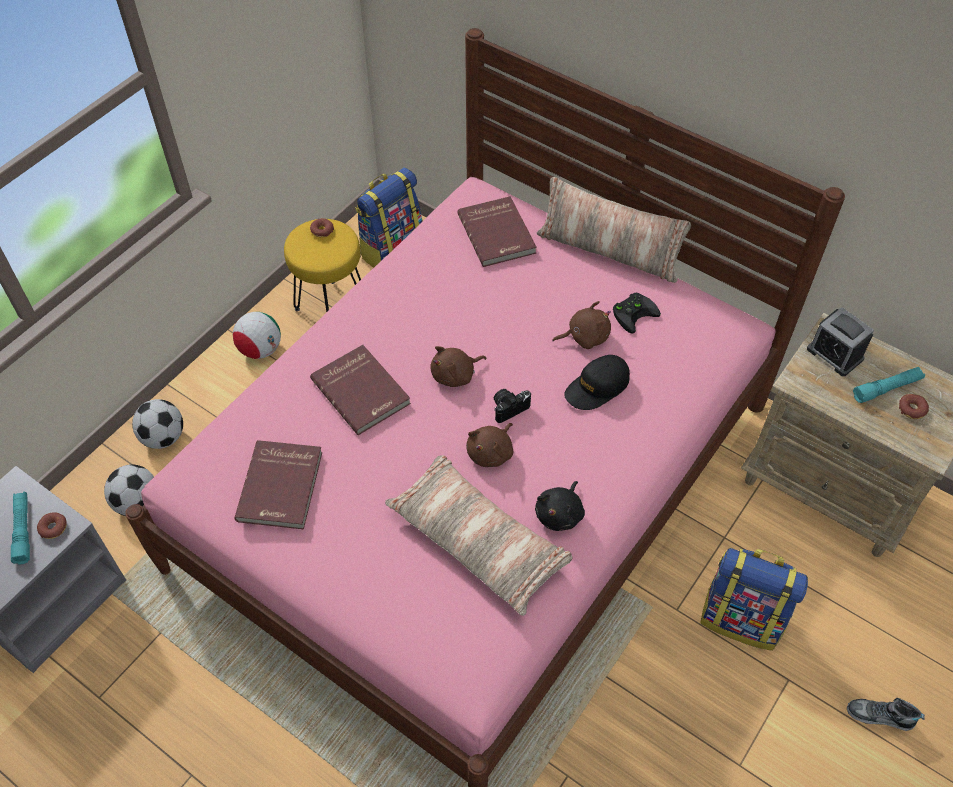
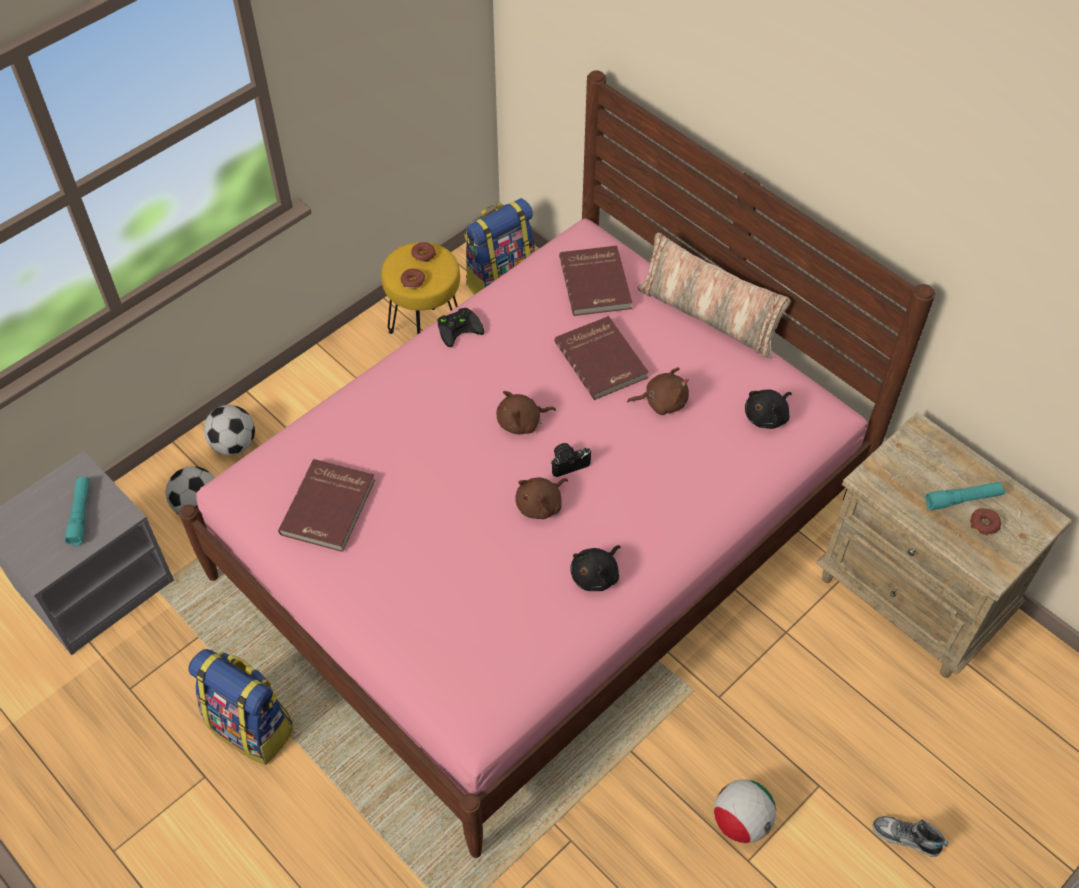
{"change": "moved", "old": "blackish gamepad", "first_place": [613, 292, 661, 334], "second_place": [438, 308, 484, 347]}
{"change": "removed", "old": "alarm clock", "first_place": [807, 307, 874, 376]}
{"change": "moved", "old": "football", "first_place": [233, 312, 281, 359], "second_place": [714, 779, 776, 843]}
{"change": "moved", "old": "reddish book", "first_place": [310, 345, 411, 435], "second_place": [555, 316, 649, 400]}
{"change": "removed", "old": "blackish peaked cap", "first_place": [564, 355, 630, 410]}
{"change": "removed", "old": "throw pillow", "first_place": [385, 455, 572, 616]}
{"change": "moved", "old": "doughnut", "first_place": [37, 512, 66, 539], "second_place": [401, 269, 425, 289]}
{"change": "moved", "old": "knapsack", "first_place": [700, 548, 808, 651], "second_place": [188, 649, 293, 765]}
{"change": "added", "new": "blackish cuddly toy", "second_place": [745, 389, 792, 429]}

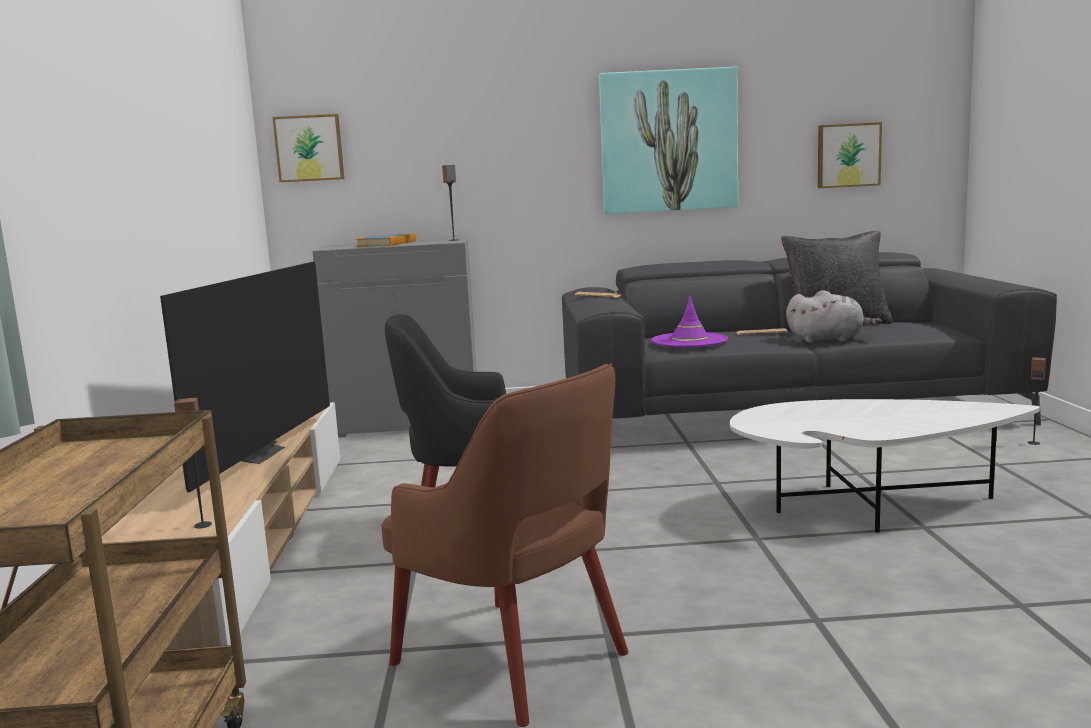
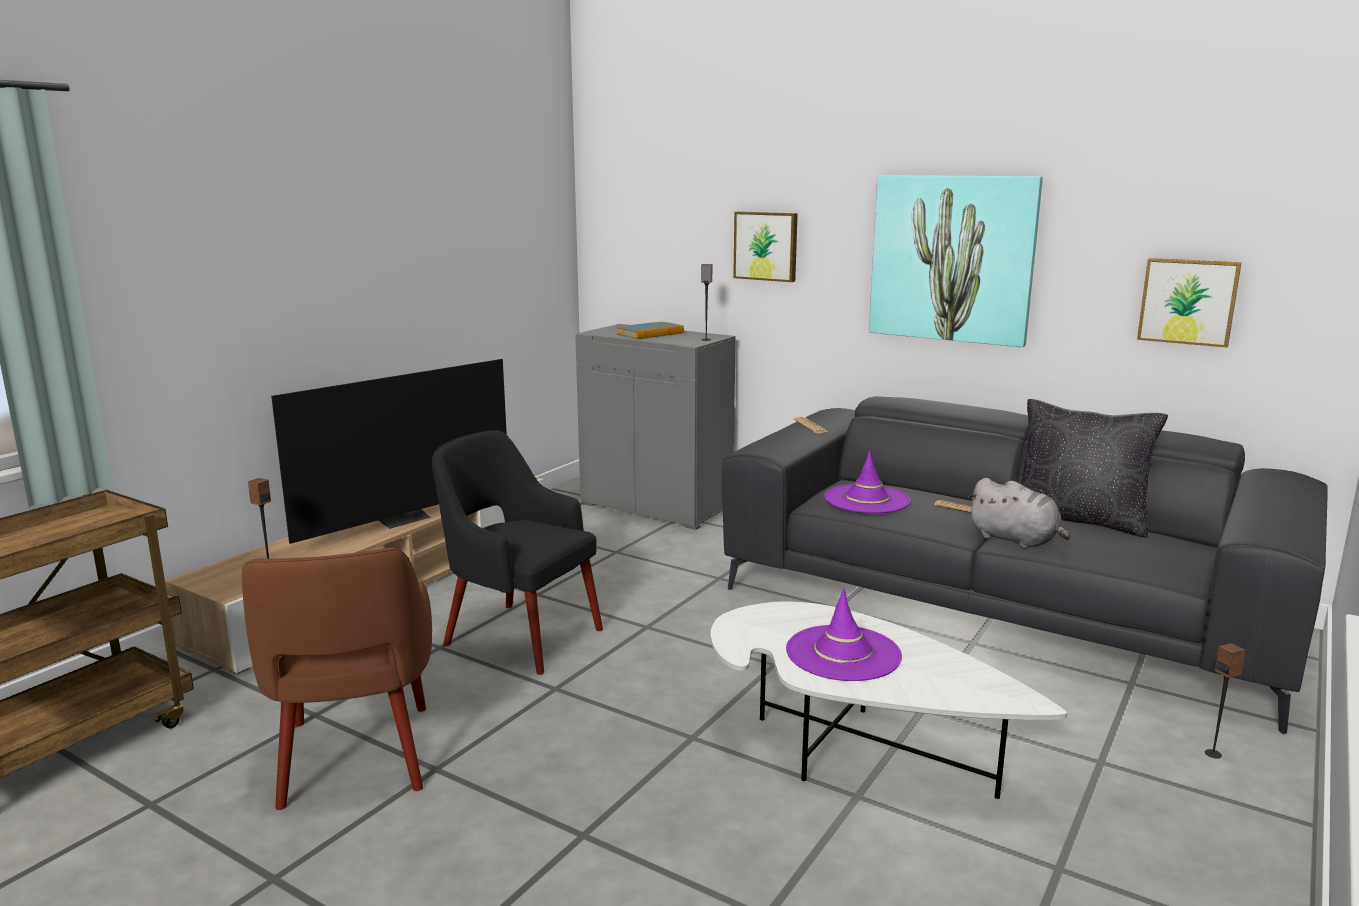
{"change": "moved", "old": "picture", "first_place": [272, 114, 344, 182], "second_place": [733, 211, 798, 282]}
{"change": "added", "new": "purplish hat", "second_place": [786, 588, 902, 681]}

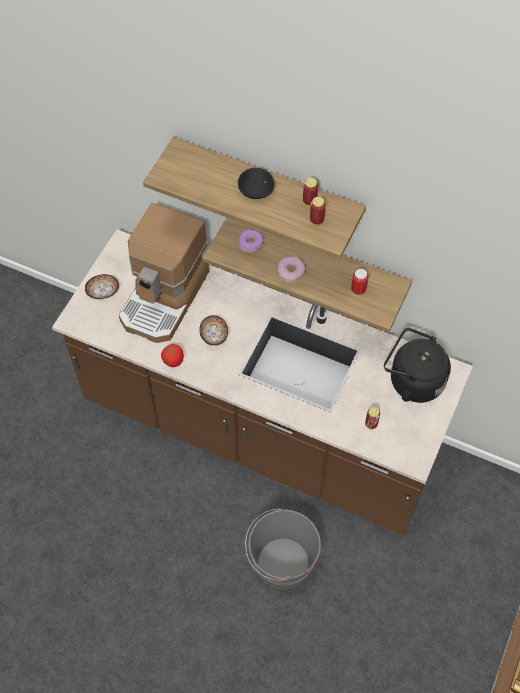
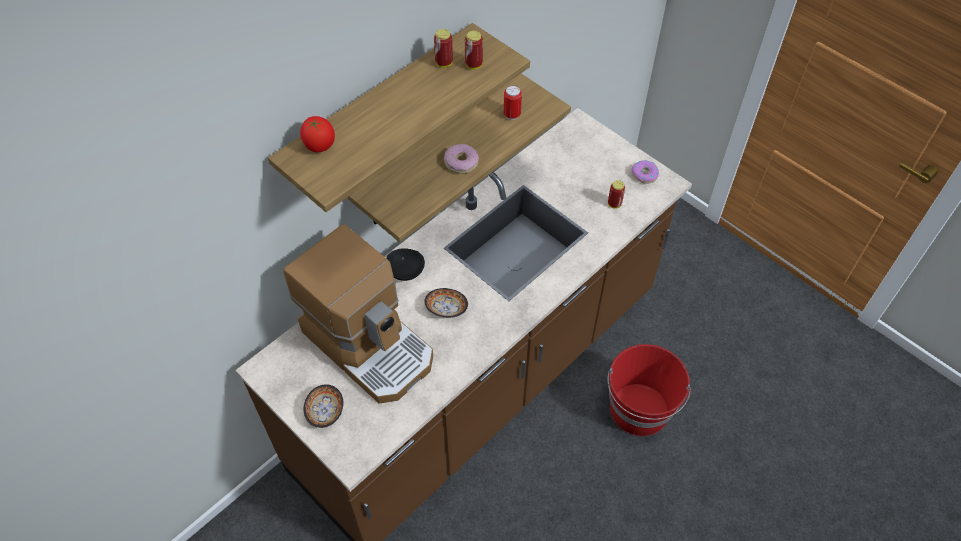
{"change": "moved", "old": "blackish bowl", "first_place": [238, 168, 274, 199], "second_place": [386, 248, 425, 281]}
{"change": "moved", "old": "doughnut", "first_place": [238, 229, 264, 252], "second_place": [631, 160, 659, 184]}
{"change": "removed", "old": "blackish kettle", "first_place": [384, 328, 451, 403]}
{"change": "moved", "old": "whole tomato", "first_place": [161, 344, 184, 367], "second_place": [300, 116, 335, 152]}
{"change": "recoloured", "old": "grey bucket", "new": "reddish bucket", "first_place": [245, 508, 321, 589], "second_place": [607, 344, 691, 436]}

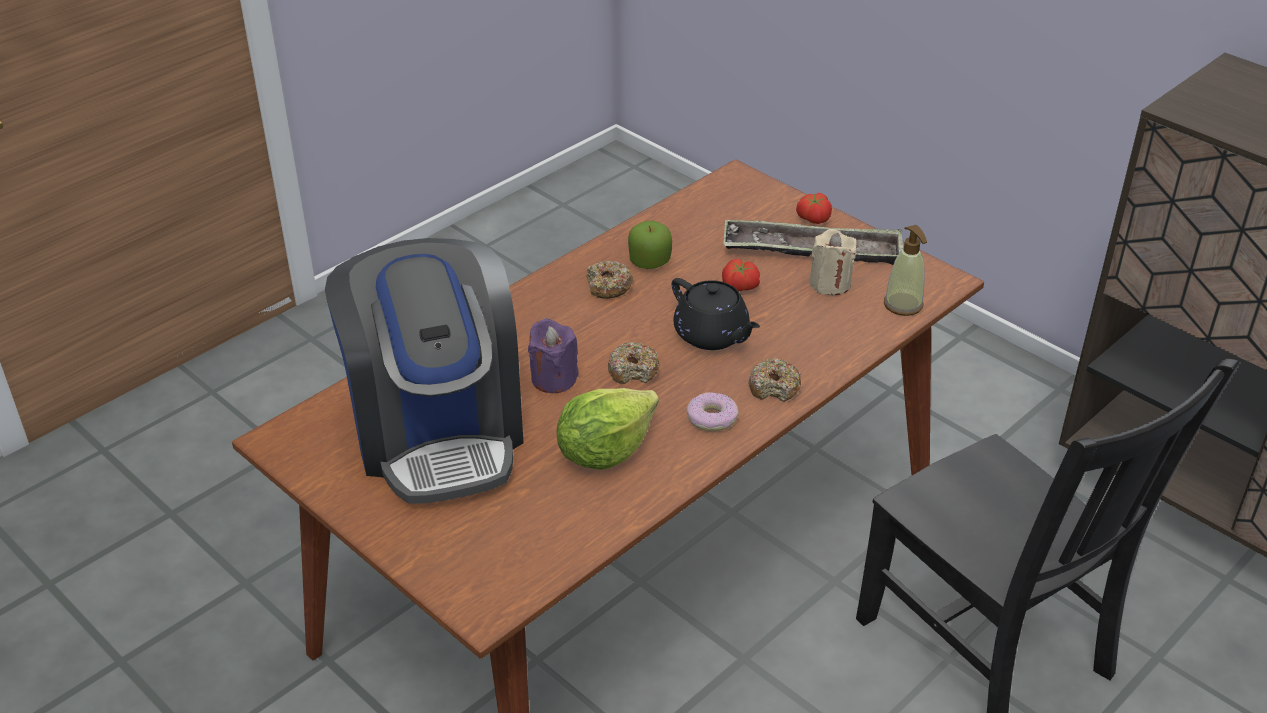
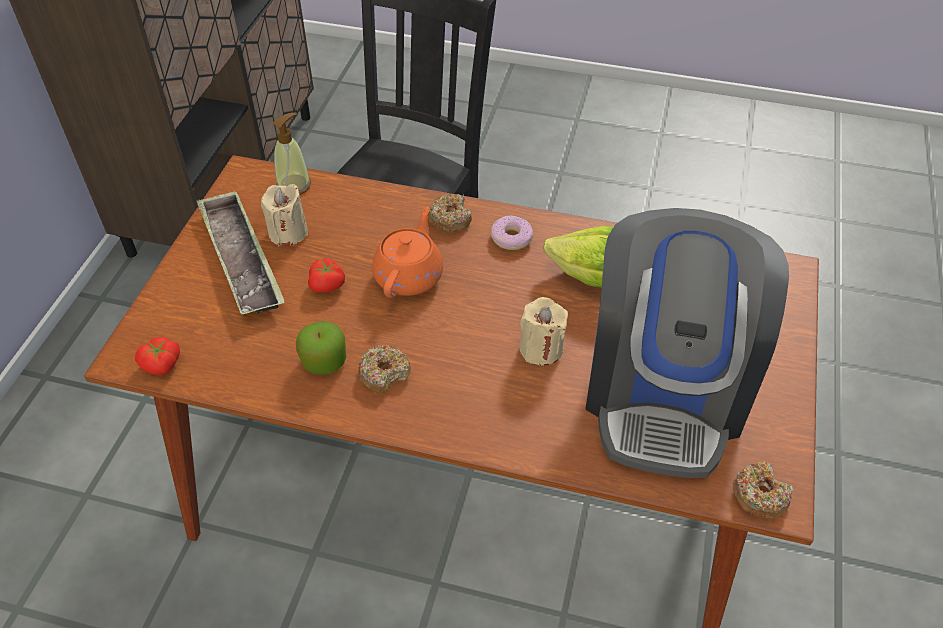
{"change": "moved", "old": "whole tomato", "first_place": [796, 193, 832, 224], "second_place": [135, 337, 180, 375]}
{"change": "turned", "old": "coffee machine", "first_place": [325, 238, 523, 504], "second_place": [585, 208, 789, 478], "degrees": 150}
{"change": "recoloured", "old": "blackish pot for tea", "new": "orangey pot for tea", "first_place": [672, 278, 760, 350], "second_place": [372, 206, 443, 298]}
{"change": "recoloured", "old": "purplish wax light", "new": "sand-coloured wax light", "first_place": [528, 318, 578, 393], "second_place": [519, 297, 568, 366]}
{"change": "moved", "old": "doughnut", "first_place": [608, 342, 659, 384], "second_place": [732, 461, 794, 519]}

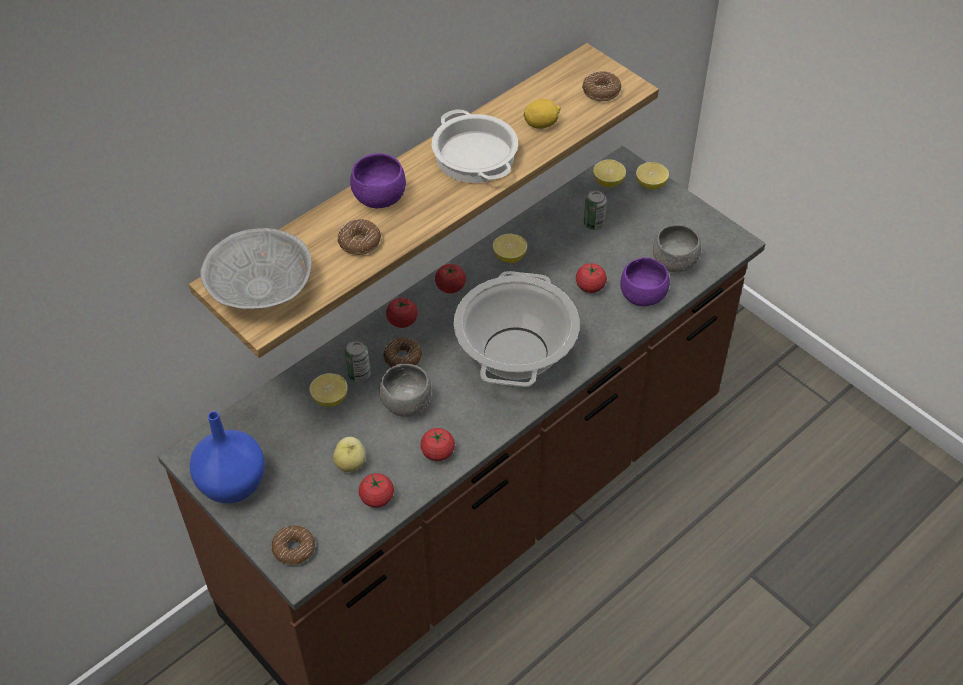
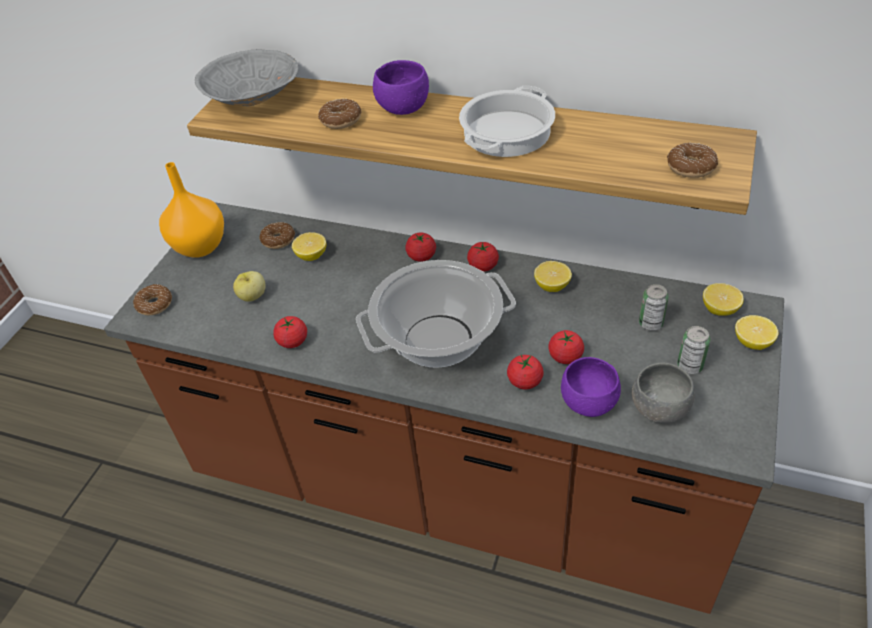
{"change": "removed", "old": "whole lemon", "first_place": [523, 99, 561, 129]}
{"change": "moved", "old": "doughnut", "first_place": [383, 337, 422, 367], "second_place": [259, 222, 295, 249]}
{"change": "moved", "old": "can", "first_place": [345, 340, 371, 382], "second_place": [677, 326, 710, 374]}
{"change": "removed", "old": "grey bowl", "first_place": [379, 364, 432, 417]}
{"change": "recoloured", "old": "blue decorative vase", "new": "orangey decorative vase", "first_place": [190, 411, 265, 503], "second_place": [159, 162, 224, 258]}
{"change": "moved", "old": "whole tomato", "first_place": [359, 473, 394, 508], "second_place": [507, 355, 544, 390]}

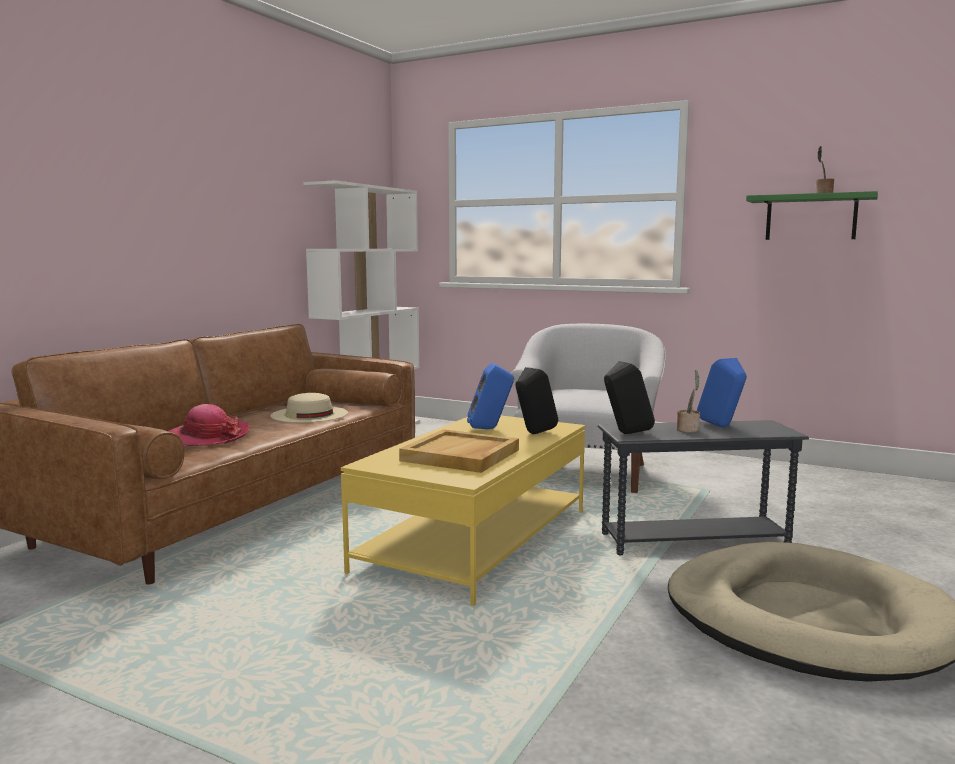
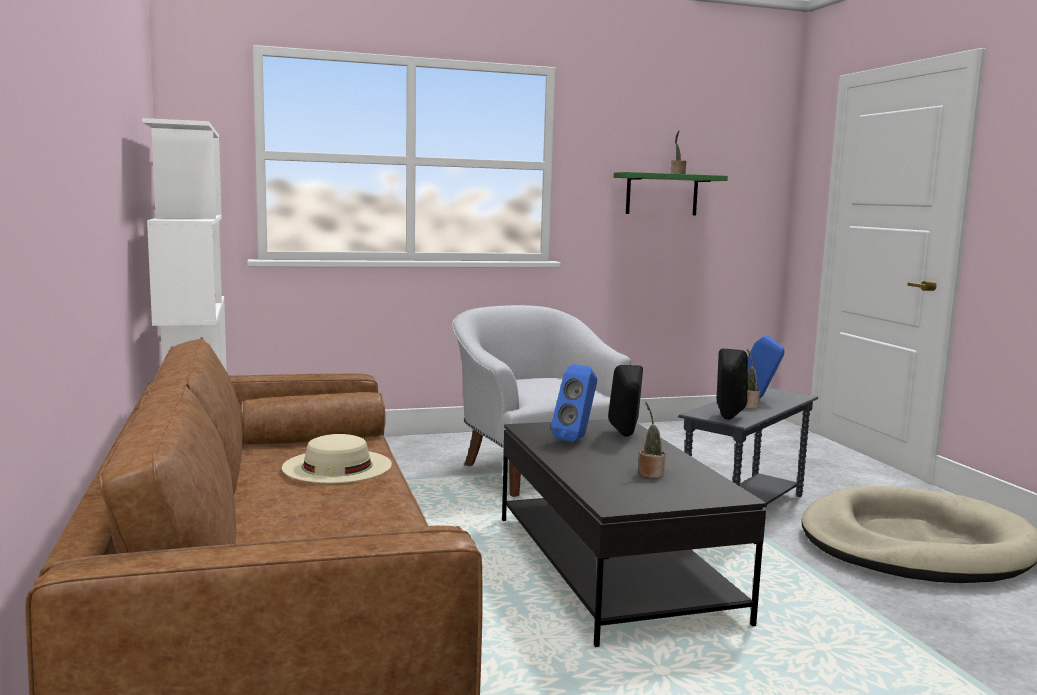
{"change": "removed", "old": "hat", "first_place": [168, 404, 251, 446]}
{"change": "recoloured", "old": "yellow lounge table", "new": "blackish lounge table", "first_place": [341, 416, 585, 606], "second_place": [502, 419, 767, 647]}
{"change": "replaced", "old": "sand-coloured carrying tray", "new": "plant in a pot", "first_place": [399, 429, 519, 473], "second_place": [639, 402, 666, 478]}

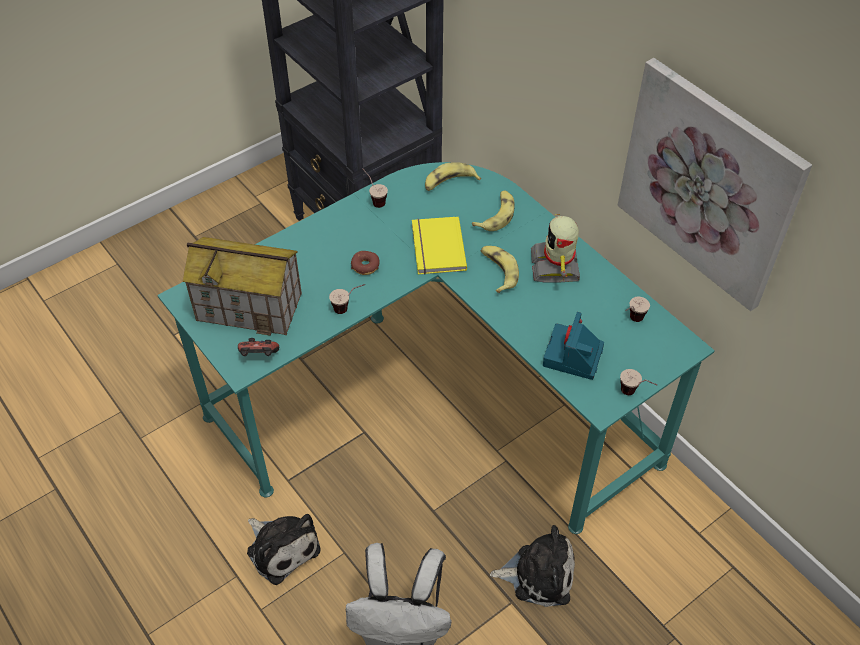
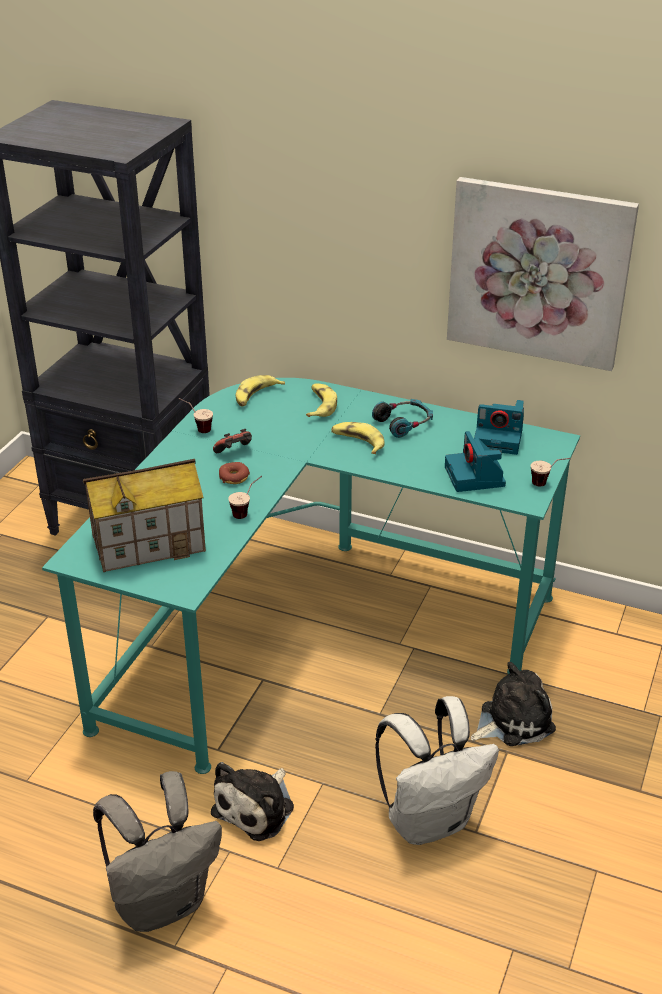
{"change": "replaced", "old": "toy robot", "new": "pair of headphones", "first_place": [531, 213, 580, 282], "second_place": [372, 399, 433, 438]}
{"change": "removed", "old": "yellow book", "first_place": [412, 217, 467, 275]}
{"change": "replaced", "old": "small cup", "new": "photo camera", "first_place": [625, 297, 650, 322], "second_place": [474, 400, 524, 455]}
{"change": "moved", "old": "gamepad", "first_place": [238, 338, 279, 356], "second_place": [213, 429, 252, 453]}
{"change": "turned", "old": "cuddly toy", "first_place": [247, 514, 321, 585], "second_place": [211, 762, 294, 841], "degrees": 105}
{"change": "added", "new": "grey knapsack", "second_place": [93, 771, 222, 932]}

